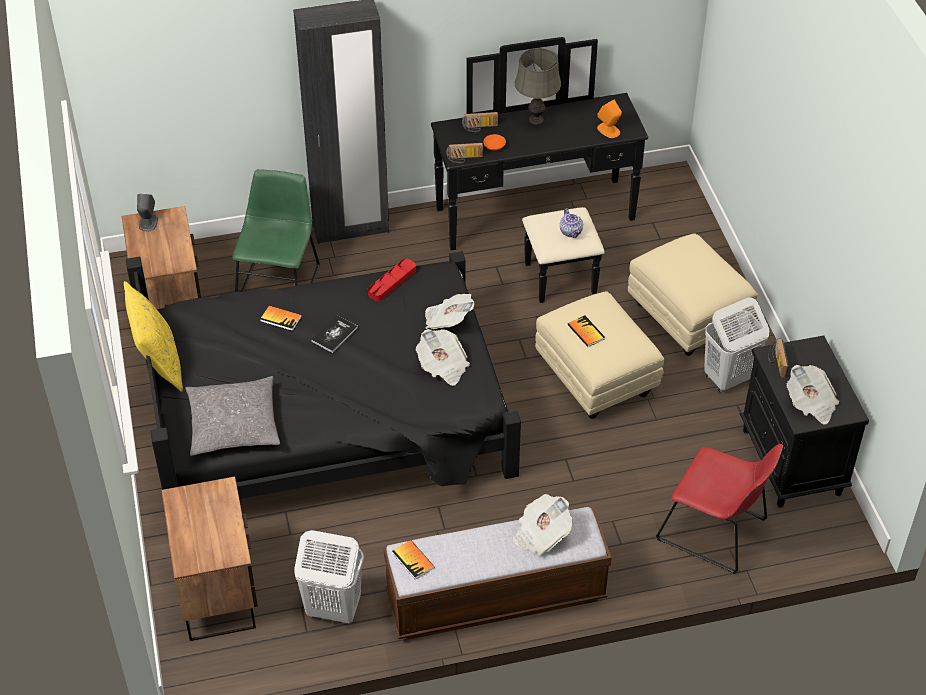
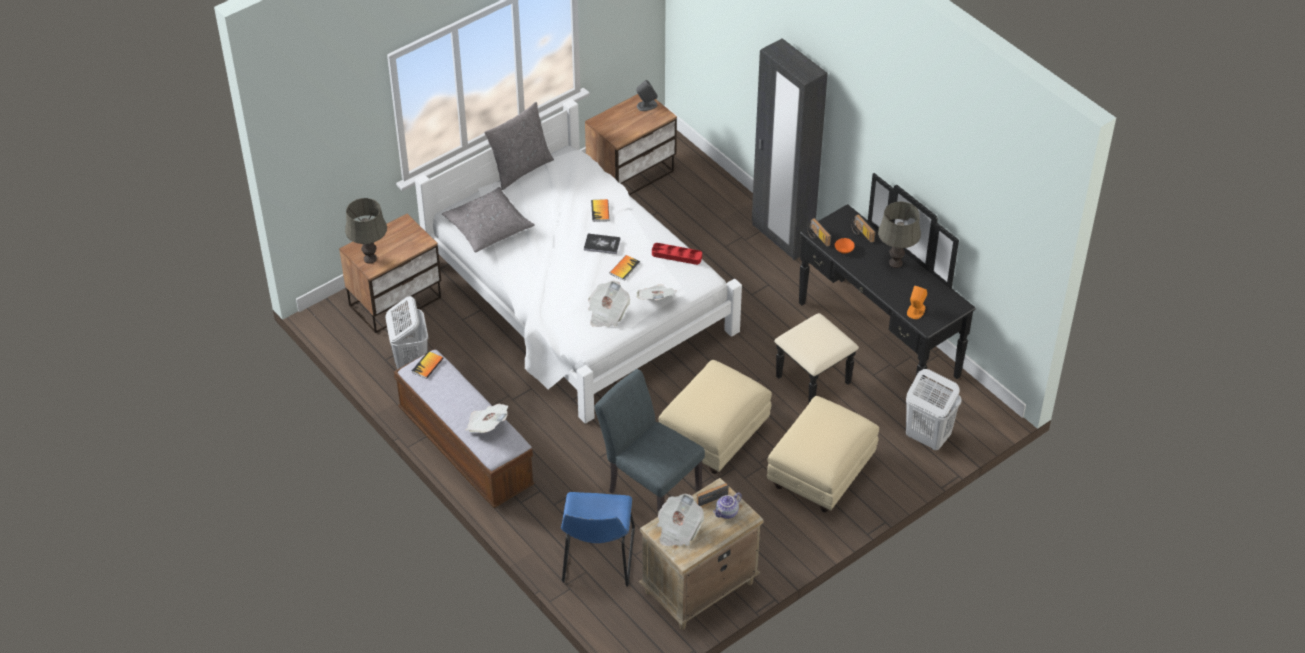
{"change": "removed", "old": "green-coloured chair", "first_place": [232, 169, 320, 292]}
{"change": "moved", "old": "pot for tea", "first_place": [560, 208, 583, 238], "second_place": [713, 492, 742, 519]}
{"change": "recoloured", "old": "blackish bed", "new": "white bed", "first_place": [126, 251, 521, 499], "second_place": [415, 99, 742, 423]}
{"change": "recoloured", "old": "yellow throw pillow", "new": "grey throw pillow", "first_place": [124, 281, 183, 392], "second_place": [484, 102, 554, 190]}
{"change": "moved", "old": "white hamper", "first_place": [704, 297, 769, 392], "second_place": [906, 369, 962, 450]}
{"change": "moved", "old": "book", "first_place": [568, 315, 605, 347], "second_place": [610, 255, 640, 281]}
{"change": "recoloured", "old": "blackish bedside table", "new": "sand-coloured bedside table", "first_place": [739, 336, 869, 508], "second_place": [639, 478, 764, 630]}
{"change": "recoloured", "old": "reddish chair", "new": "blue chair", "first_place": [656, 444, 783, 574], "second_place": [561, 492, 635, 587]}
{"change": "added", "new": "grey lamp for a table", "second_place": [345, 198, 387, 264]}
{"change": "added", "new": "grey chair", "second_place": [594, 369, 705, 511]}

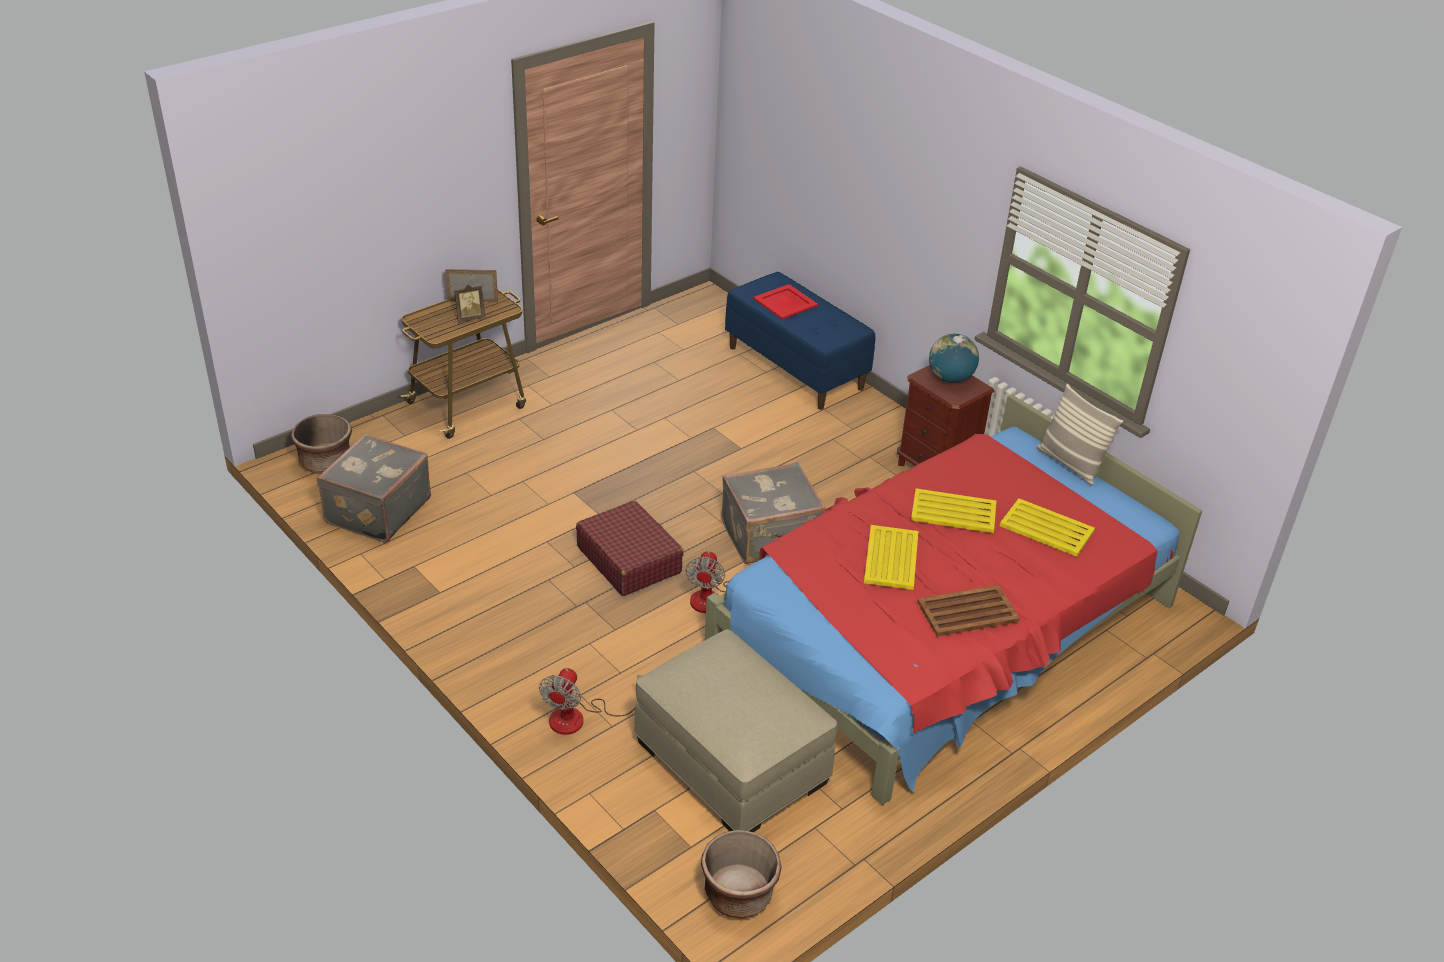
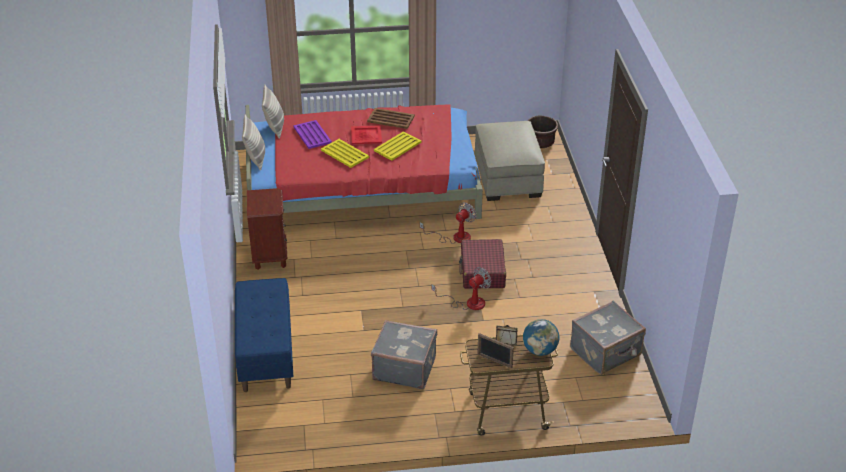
{"change": "moved", "old": "reddish carrying tray", "first_place": [753, 284, 818, 319], "second_place": [351, 125, 382, 144]}
{"change": "moved", "old": "globe", "first_place": [929, 334, 979, 383], "second_place": [523, 319, 559, 356]}
{"change": "removed", "old": "brownish flower pot", "first_place": [291, 414, 352, 474]}
{"change": "moved", "old": "grey suitcase", "first_place": [722, 462, 826, 564], "second_place": [371, 320, 437, 389]}
{"change": "recoloured", "old": "yellow carrying tray", "new": "purplish carrying tray", "first_place": [1000, 498, 1095, 557], "second_place": [293, 120, 332, 149]}
{"change": "moved", "old": "cooling fan", "first_place": [539, 668, 642, 735], "second_place": [431, 267, 491, 310]}
{"change": "added", "new": "throw pillow", "second_place": [262, 85, 284, 139]}

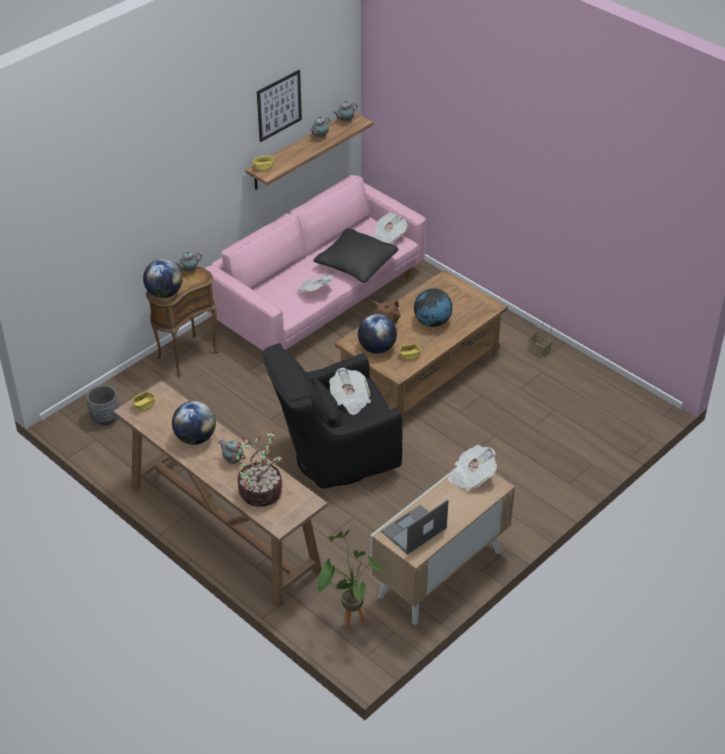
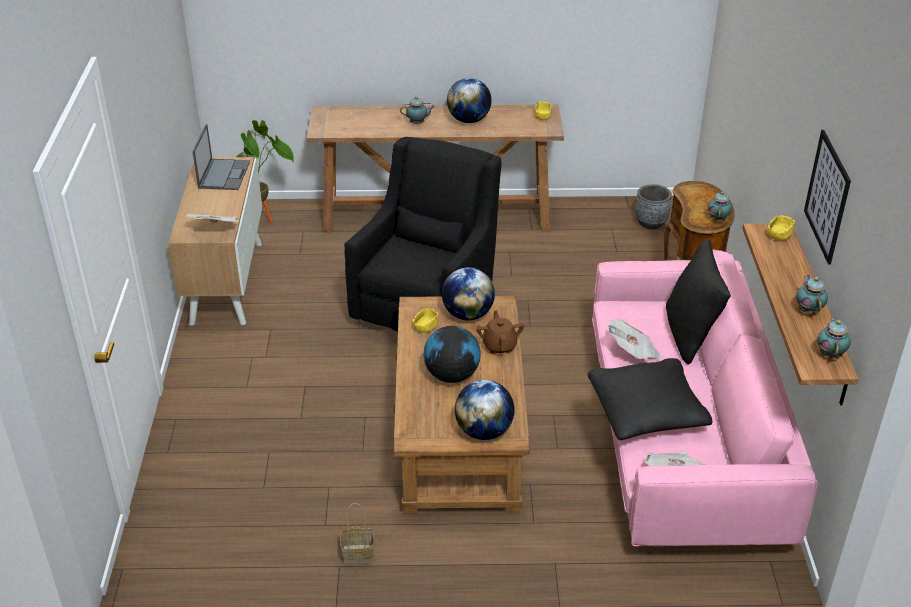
{"change": "moved", "old": "globe", "first_place": [143, 259, 182, 298], "second_place": [455, 380, 515, 440]}
{"change": "removed", "old": "newspaper", "first_place": [329, 368, 371, 415]}
{"change": "removed", "old": "plant in a pot", "first_place": [233, 431, 284, 507]}
{"change": "added", "new": "blackish throw pillow", "second_place": [666, 239, 731, 364]}

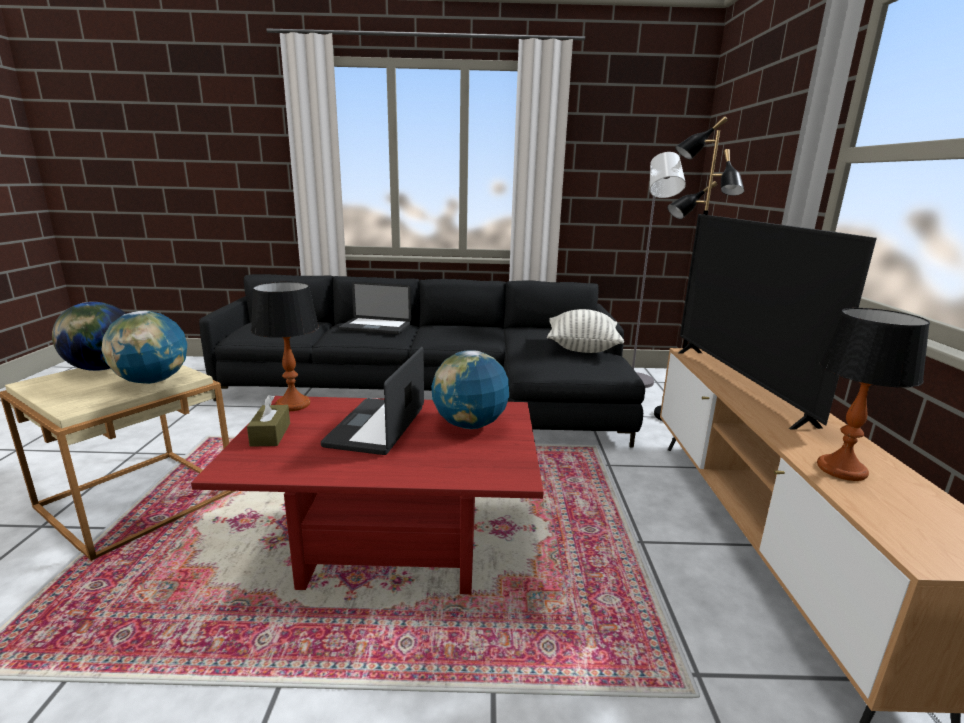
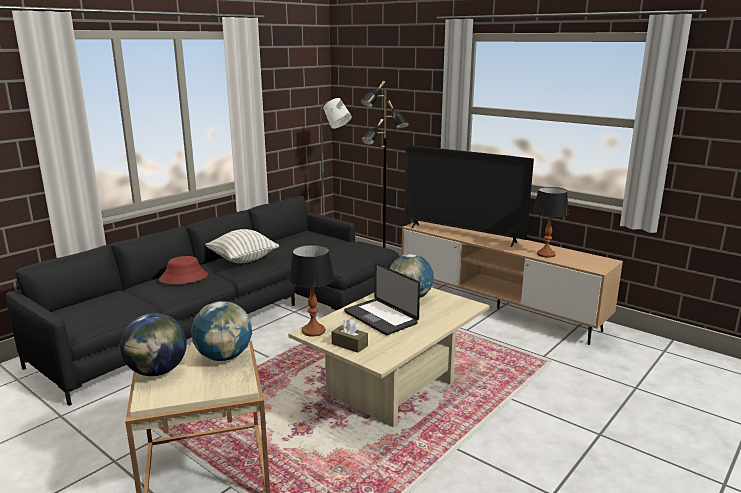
{"change": "replaced", "old": "portable computer", "new": "reddish hat", "first_place": [339, 282, 411, 334], "second_place": [159, 256, 208, 284]}
{"change": "moved", "old": "throw pillow", "first_place": [547, 309, 624, 353], "second_place": [205, 229, 279, 263]}
{"change": "recoloured", "old": "reddish lounge table", "new": "sand-coloured lounge table", "first_place": [191, 396, 544, 594], "second_place": [288, 288, 490, 428]}

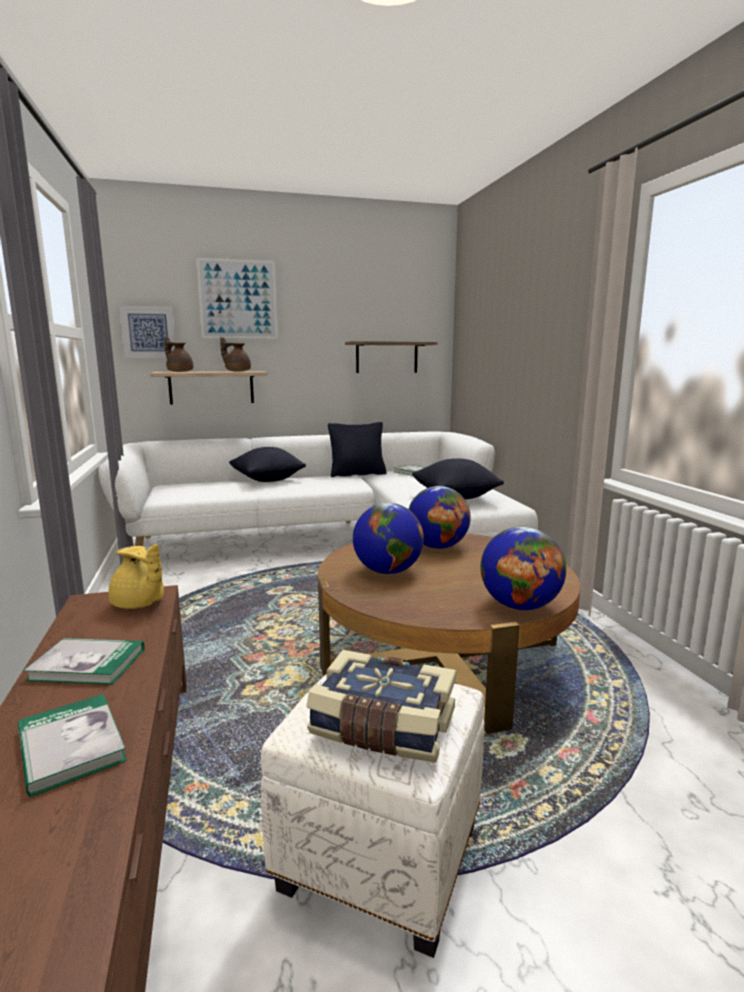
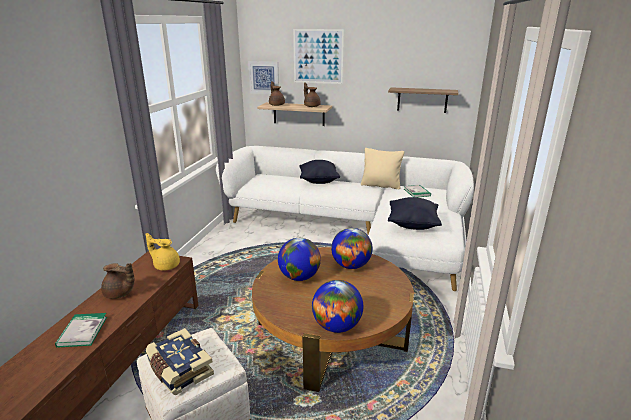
{"change": "recoloured", "old": "blackish throw pillow", "new": "sand-coloured throw pillow", "first_place": [328, 422, 387, 477], "second_place": [361, 148, 404, 189]}
{"change": "turned", "old": "yellow pot for tea", "first_place": [108, 544, 164, 609], "second_place": [146, 233, 180, 271], "degrees": 135}
{"change": "replaced", "old": "book", "new": "brownish pot for tea", "first_place": [23, 638, 144, 685], "second_place": [101, 263, 134, 299]}

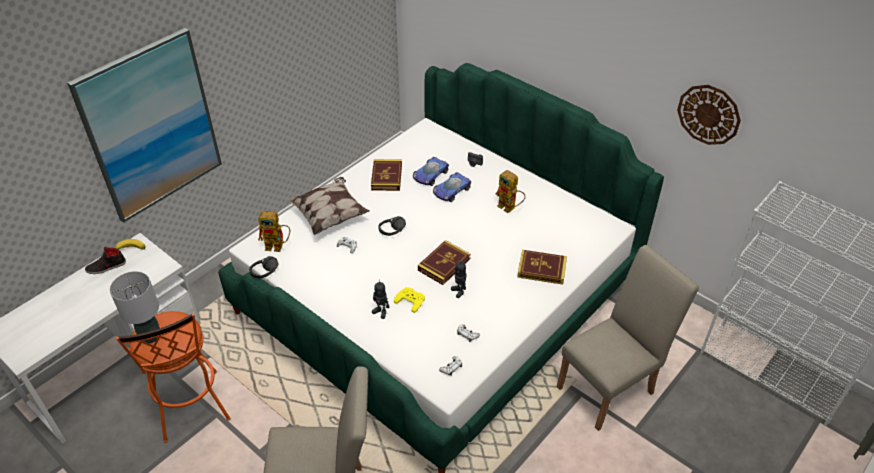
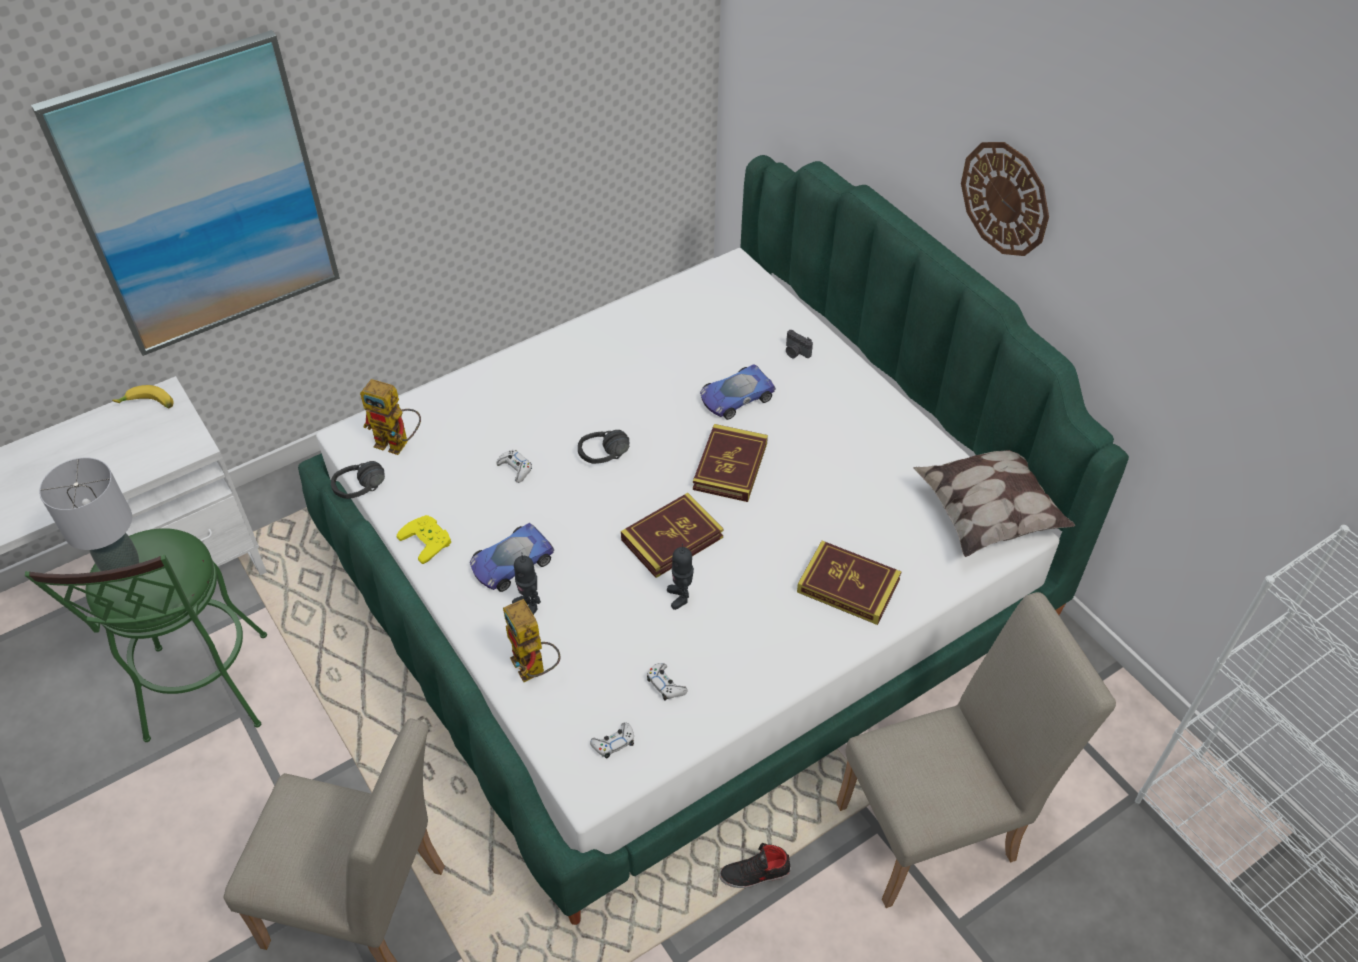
{"change": "moved", "old": "wall clock", "first_place": [677, 85, 741, 145], "second_place": [961, 142, 1049, 256]}
{"change": "moved", "old": "toy car", "first_place": [413, 157, 449, 186], "second_place": [470, 523, 554, 592]}
{"change": "moved", "old": "book", "first_place": [371, 159, 402, 191], "second_place": [693, 424, 768, 502]}
{"change": "moved", "old": "toy robot", "first_place": [495, 170, 526, 213], "second_place": [503, 599, 560, 682]}
{"change": "moved", "old": "throw pillow", "first_place": [287, 177, 370, 235], "second_place": [913, 450, 1075, 557]}
{"change": "moved", "old": "blackish low shoe", "first_place": [85, 247, 126, 274], "second_place": [719, 843, 791, 888]}
{"change": "moved", "old": "yellow gamepad", "first_place": [394, 287, 425, 313], "second_place": [397, 515, 451, 564]}
{"change": "recoloured", "old": "orangey stool seat", "new": "green-coloured stool seat", "first_place": [116, 311, 231, 443], "second_place": [25, 528, 267, 742]}

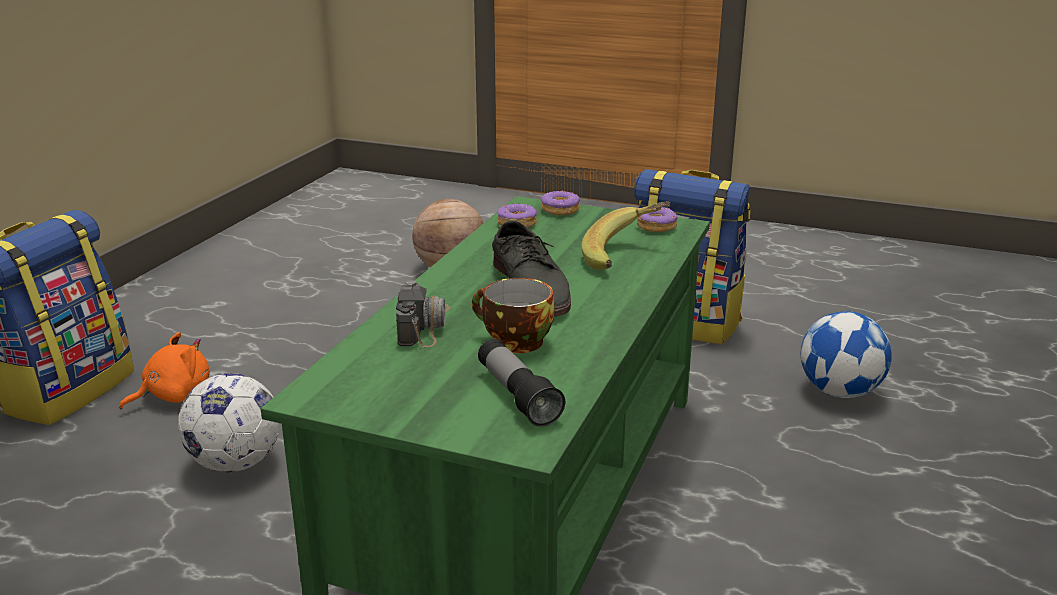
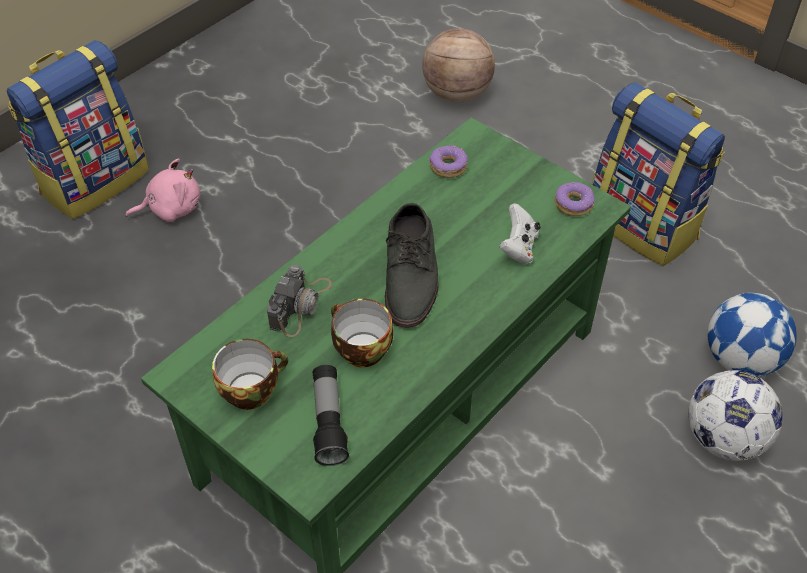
{"change": "removed", "old": "doughnut", "first_place": [541, 191, 580, 215]}
{"change": "replaced", "old": "whole banana", "new": "white gamepad", "first_place": [582, 201, 671, 270], "second_place": [499, 204, 541, 264]}
{"change": "recoloured", "old": "orangey cuddly toy", "new": "pink-coloured cuddly toy", "first_place": [119, 332, 210, 410], "second_place": [125, 158, 200, 222]}
{"change": "moved", "old": "football", "first_place": [178, 373, 280, 473], "second_place": [688, 370, 783, 461]}
{"change": "added", "new": "small cup", "second_place": [212, 339, 288, 410]}

